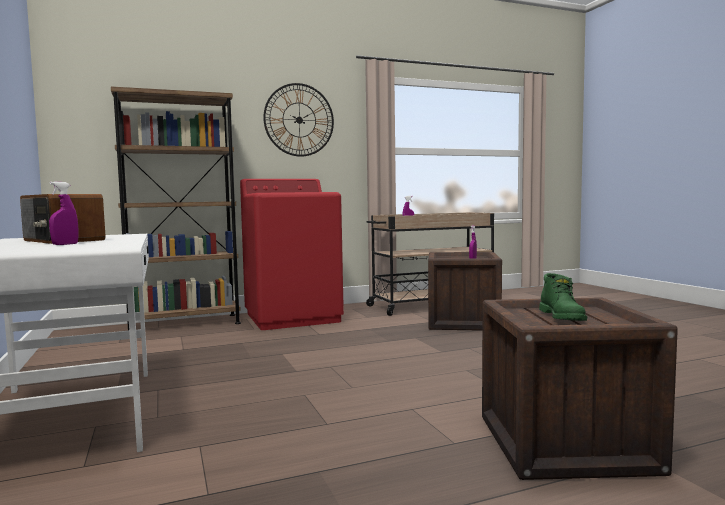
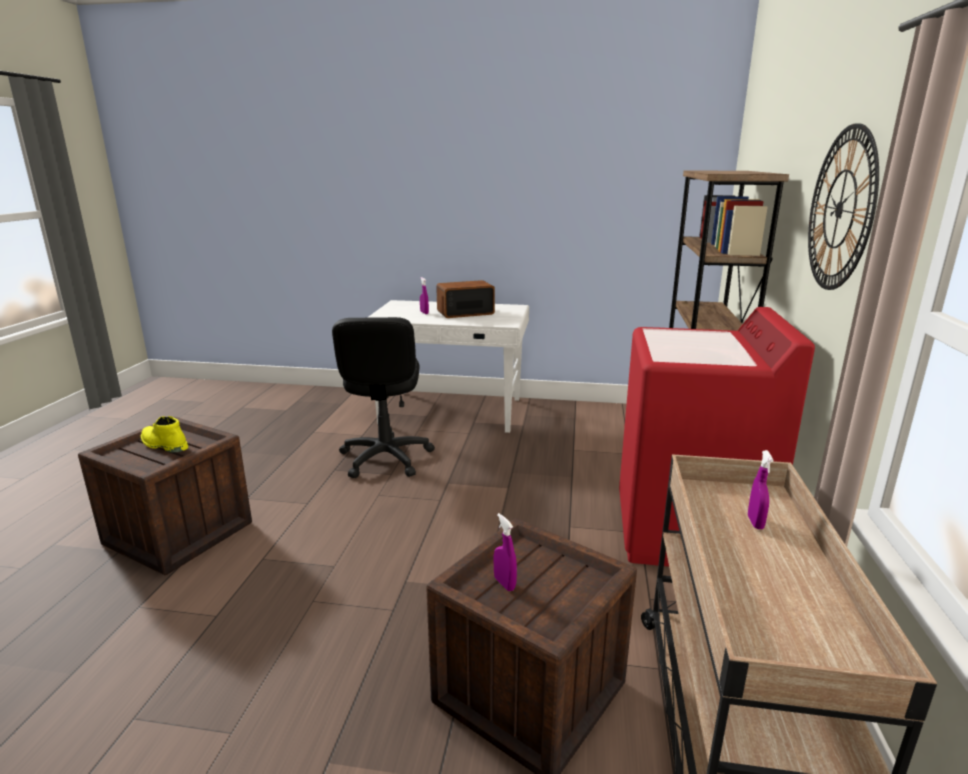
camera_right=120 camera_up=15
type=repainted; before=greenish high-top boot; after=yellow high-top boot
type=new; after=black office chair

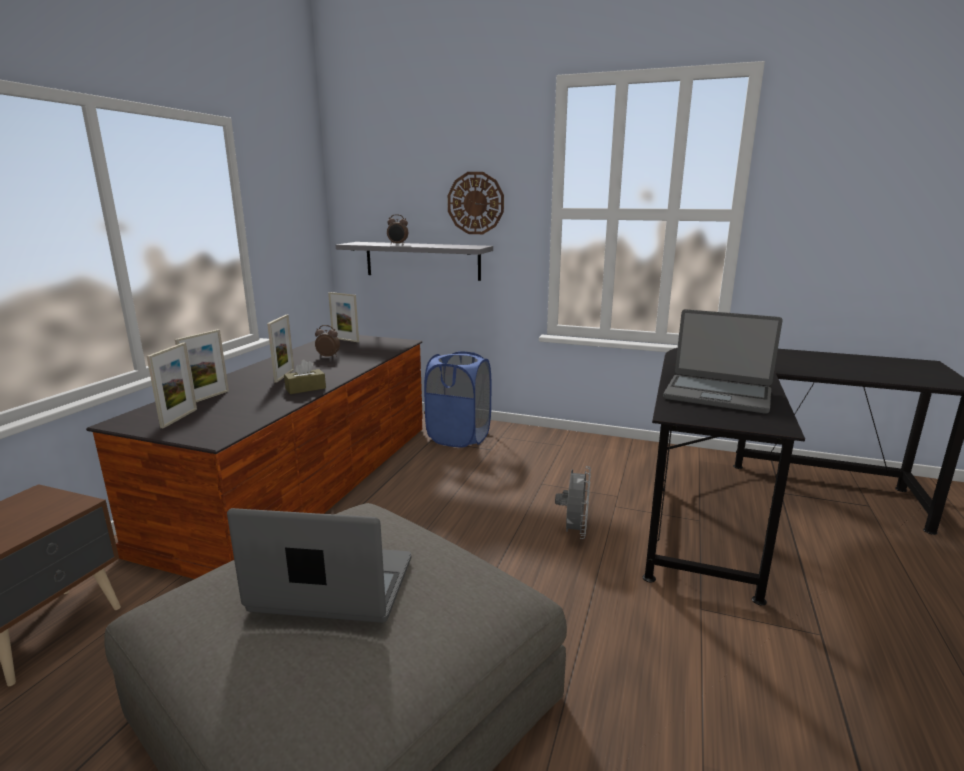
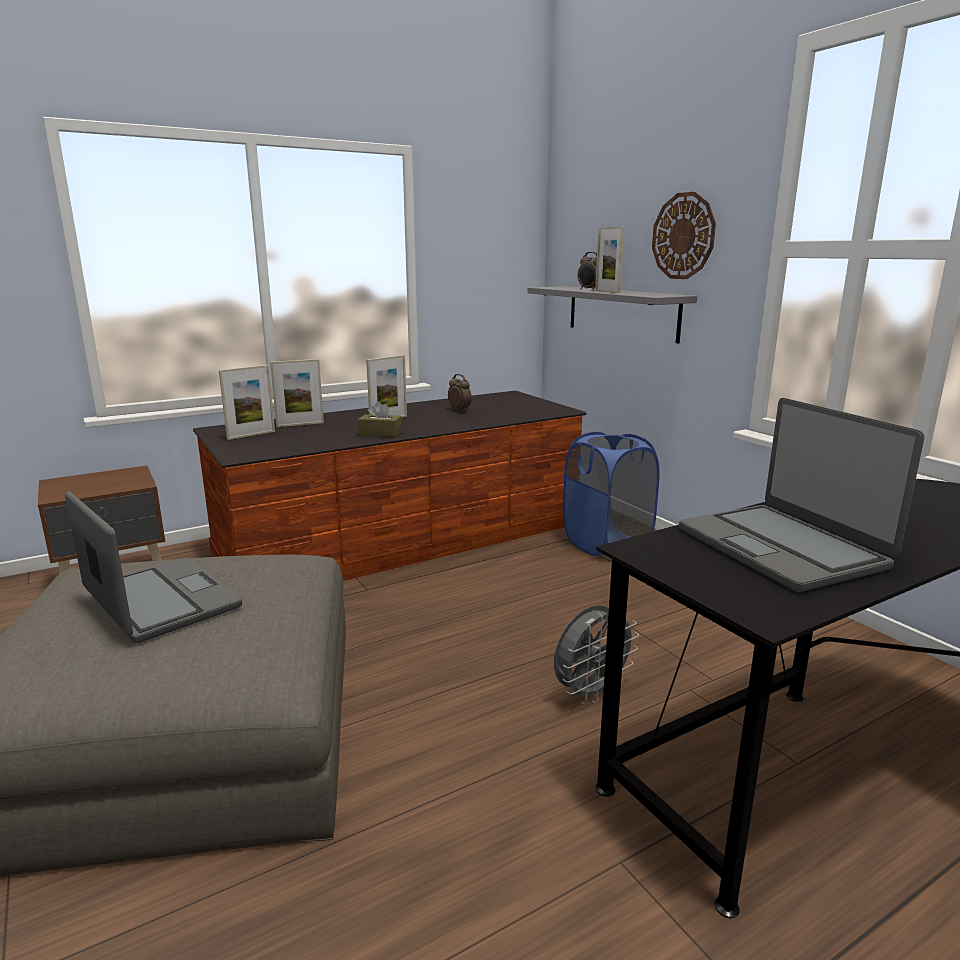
camera_right=40 camera_up=0
type=shifted; before=picture frame (no. 4 from left)

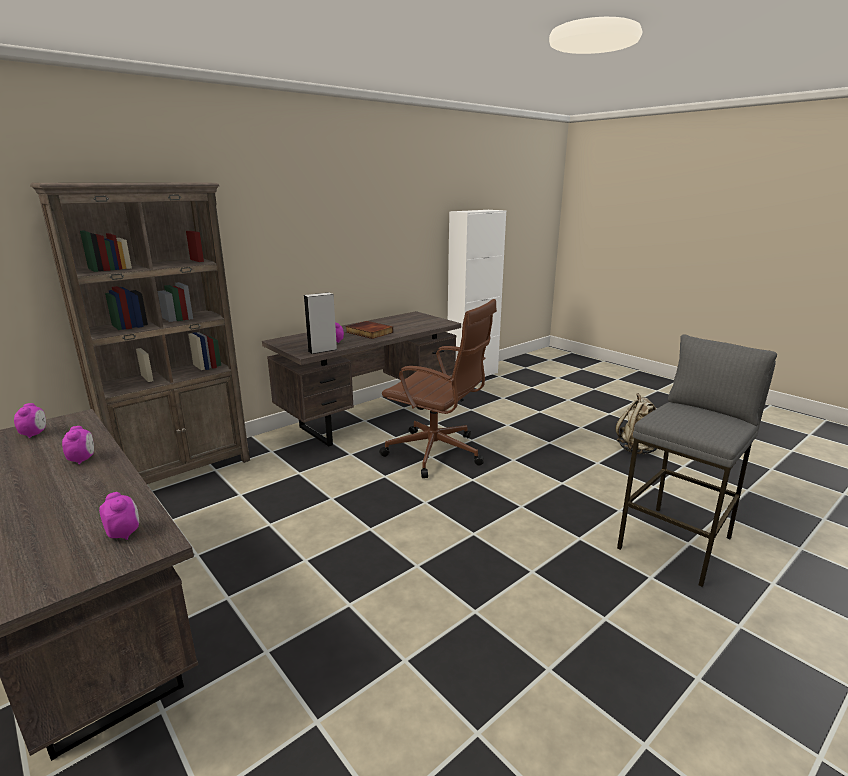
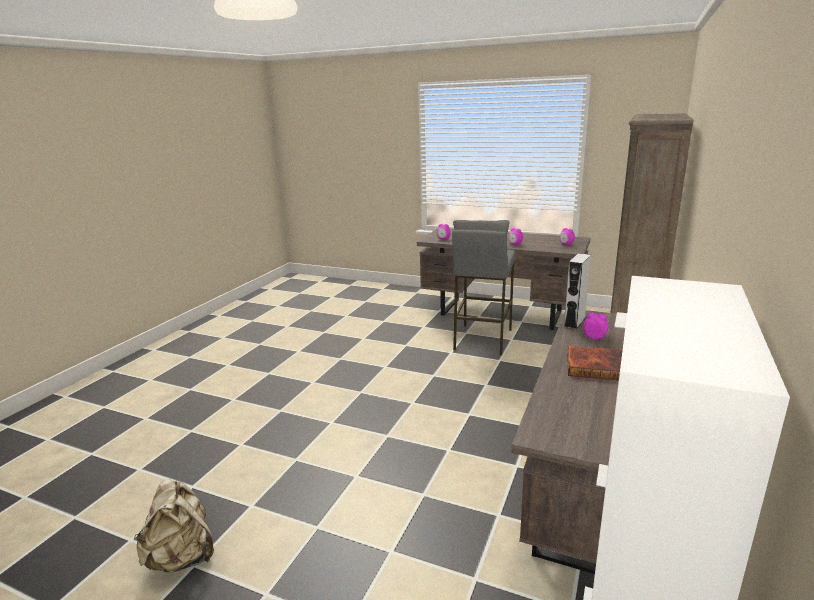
camera_right=155 camera_up=0
type=shifted; before=gray stool
type=gone; before=brownish office chair

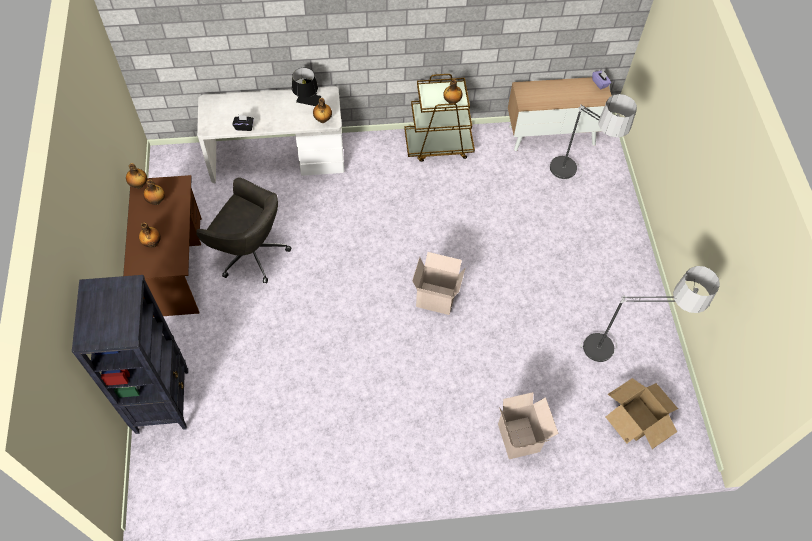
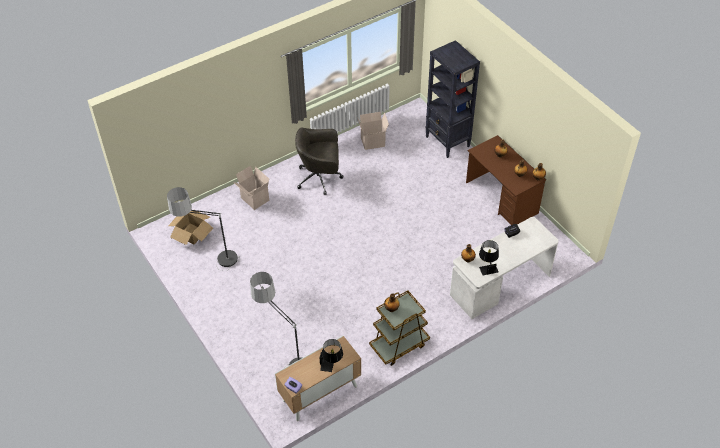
camera_right=155 camera_up=-10
type=shifted; before=gray office chair
type=new; after=black lamp for a table (no. 1 from left)
type=shifted; before=cardboard box (no. 1 from left in the first image); after=cardboard box (no. 3 from left)

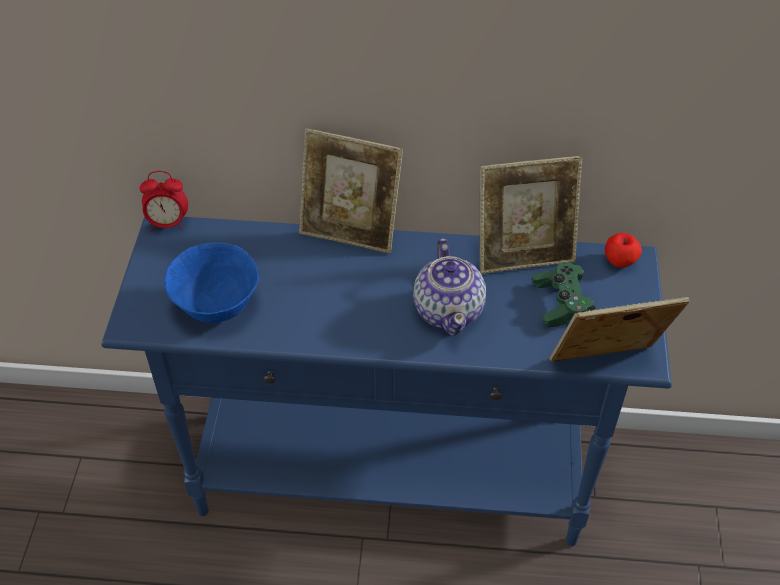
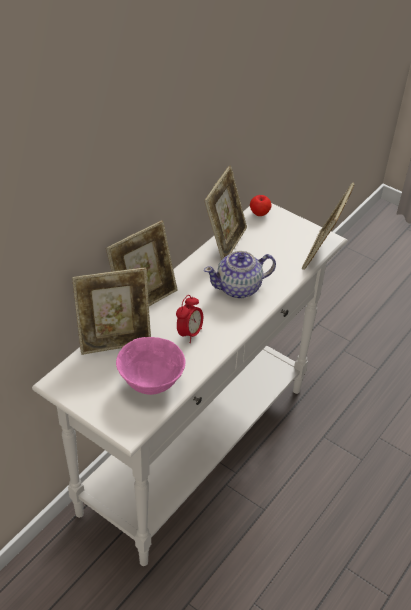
camera_right=-60 camera_up=-5
type=repainted; before=blue-coloured narrow table; after=white-coloured narrow table
type=new; after=picture frame (no. 1 from left)
type=repainted; before=blue-coloured bowl; after=pink bowl
type=shifted; before=table clock
type=rotated; before=tea pot; turn=135
type=gone; before=greenish gamepad

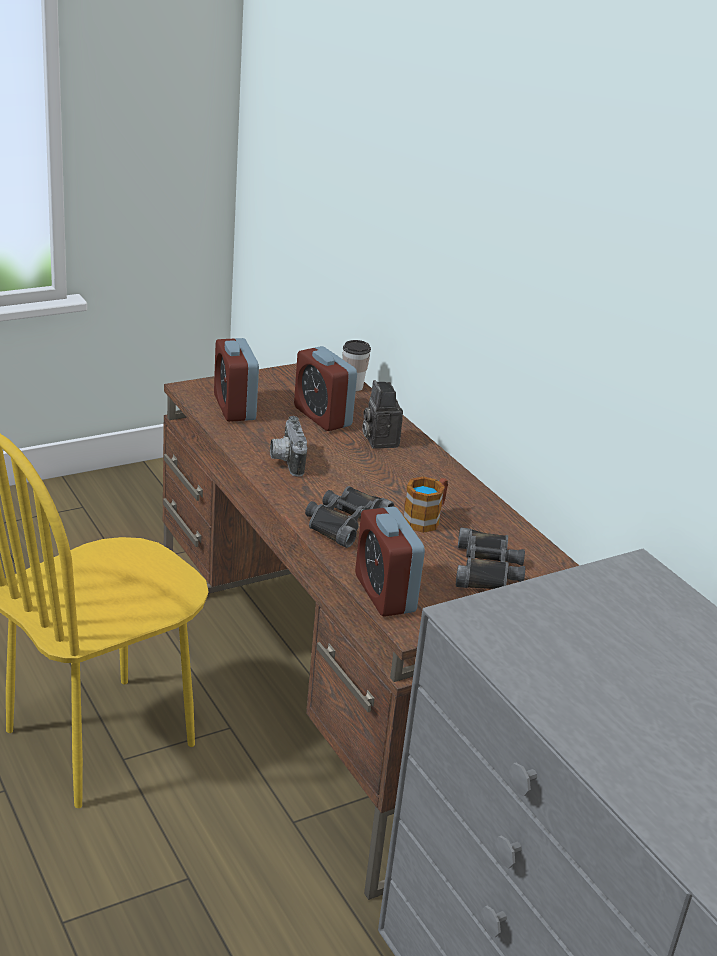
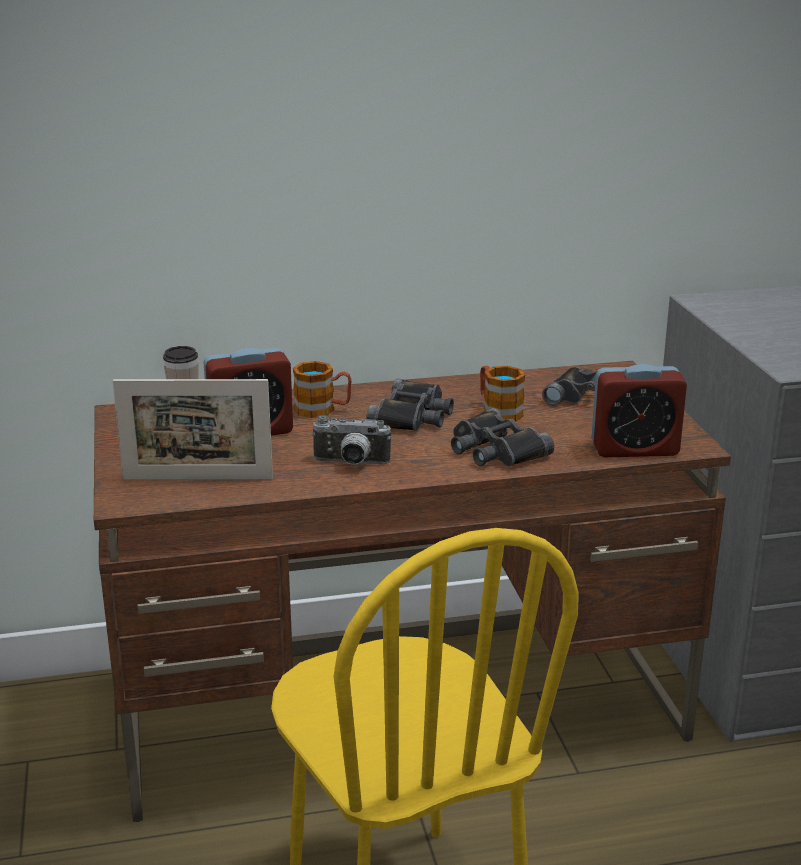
camera_right=-70 camera_up=-5
type=swapped; before=table clock (no. 1 from left); after=picture frame
type=swapped; before=still camera (no. 2 from left); after=coffee mug (no. 1 from left)
type=new; after=black field glasses (no. 1 from left)

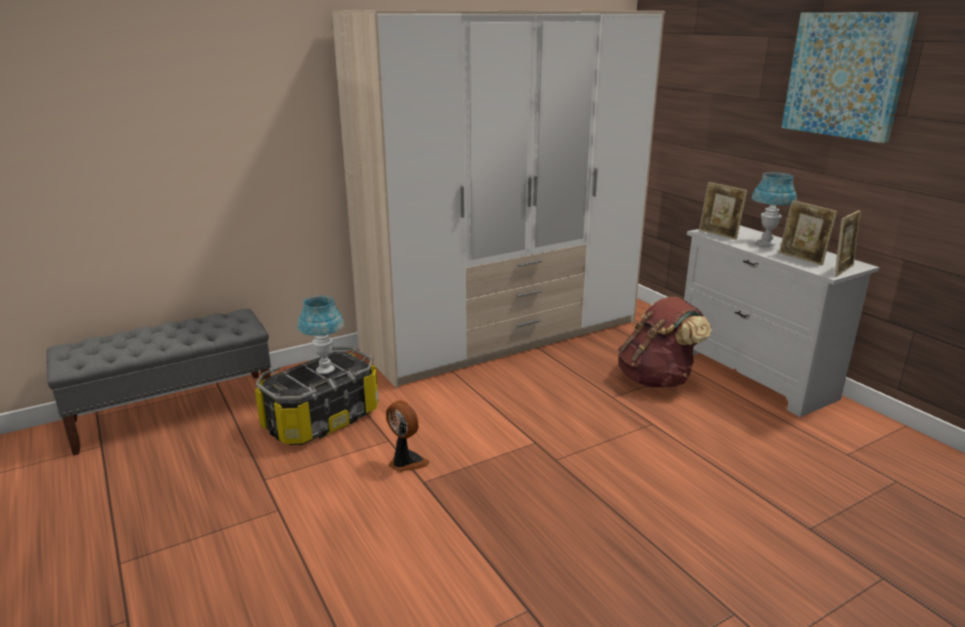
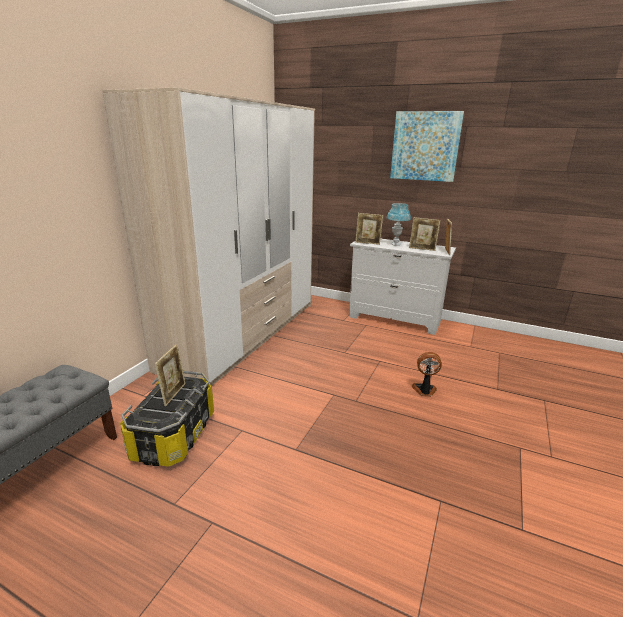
camera_right=-35 camera_up=0
type=swapped; before=blue-coloured lamp for a table (no. 1 from left); after=picture frame (no. 1 from left)
type=shifted; before=cooling fan
type=gone; before=brownish rucksack

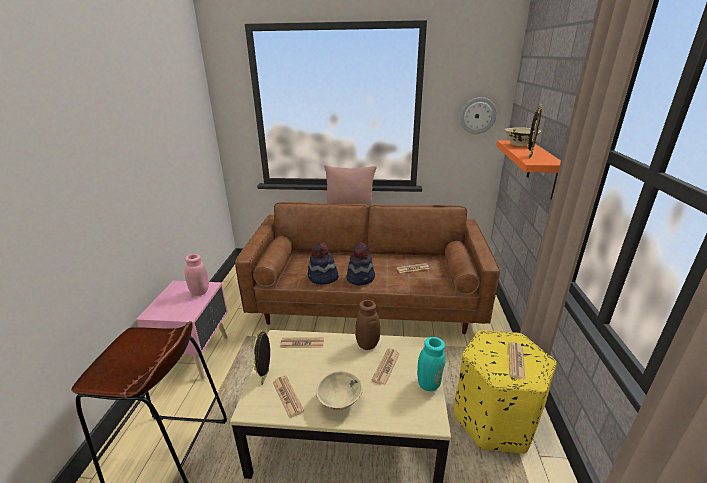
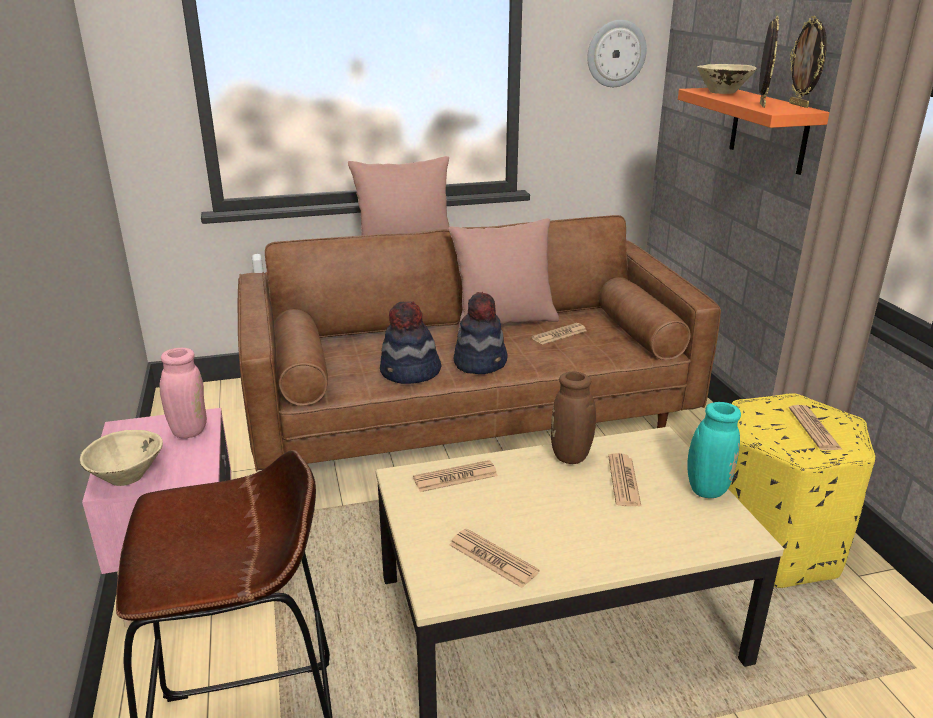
camera_right=-20 camera_up=0
type=shifted; before=beige bowl (no. 1 from left)
type=new; after=pink pillow (no. 2 from left)
type=shifted; before=picture frame (no. 1 from left in the first image); after=picture frame (no. 2 from left)

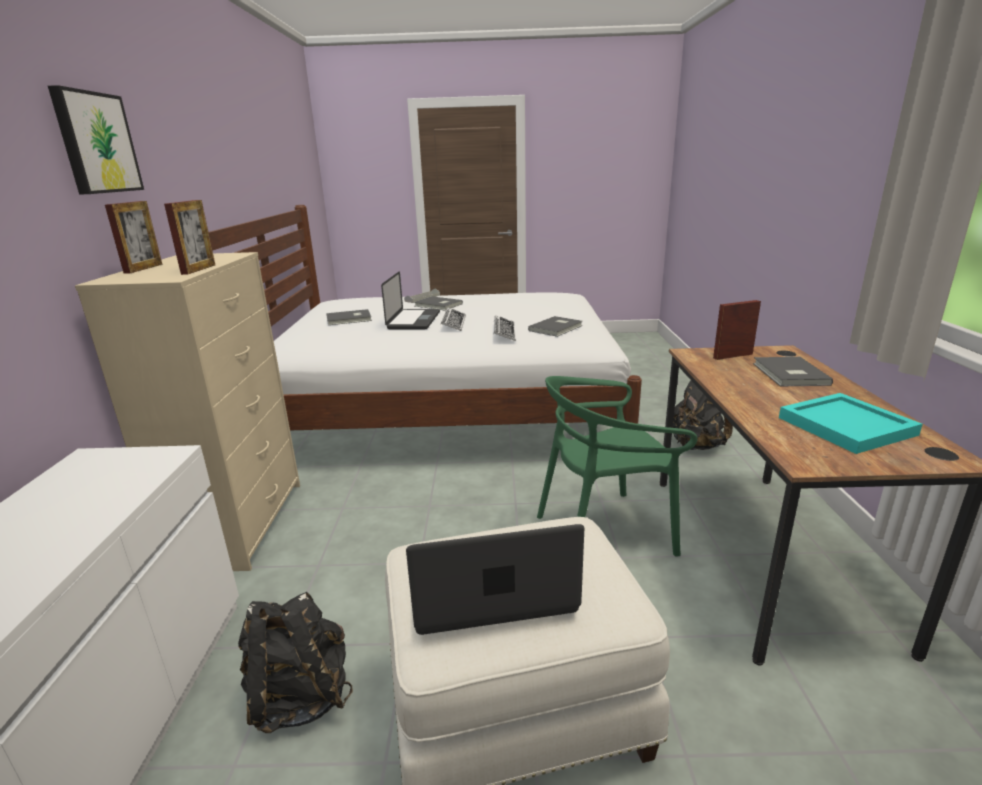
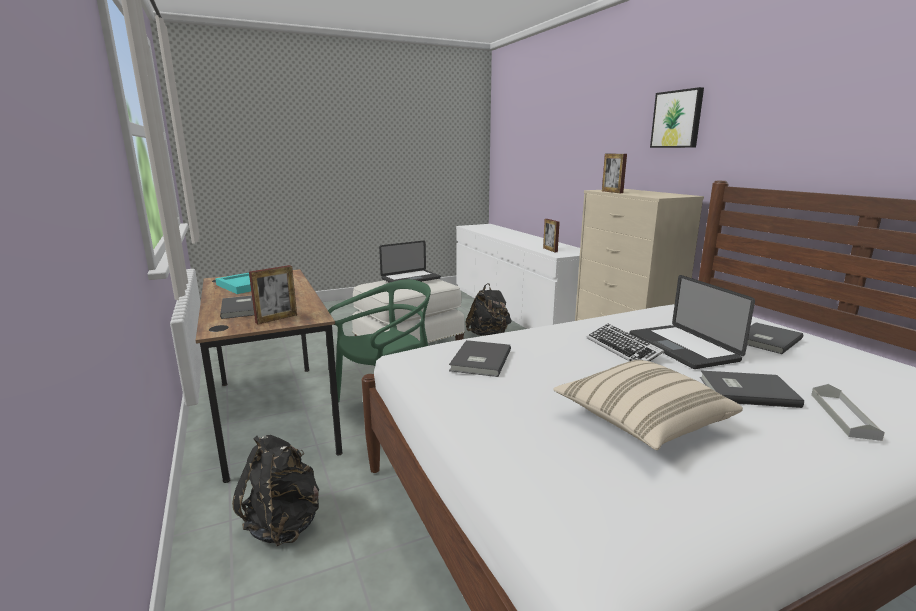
camera_right=155 camera_up=-5
type=shifted; before=picture frame (no. 1 from left in the first image); after=picture frame (no. 2 from left)
type=new; after=beige pillow
type=gone; before=PC keyboard (no. 2 from left)

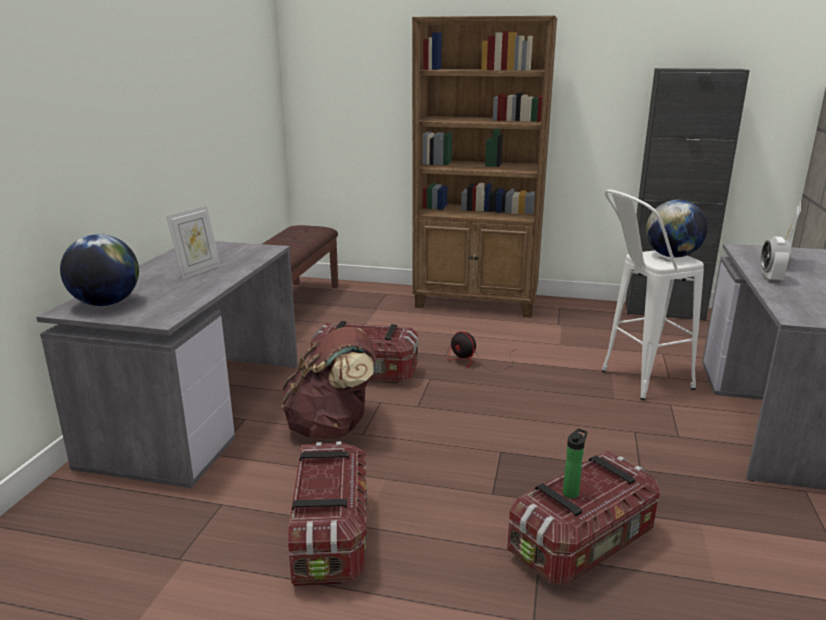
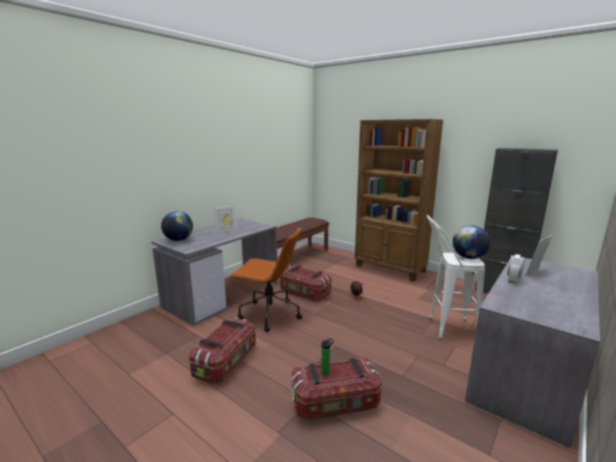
camera_right=25 camera_up=-5
type=swapped; before=brownish rucksack; after=brownish office chair

